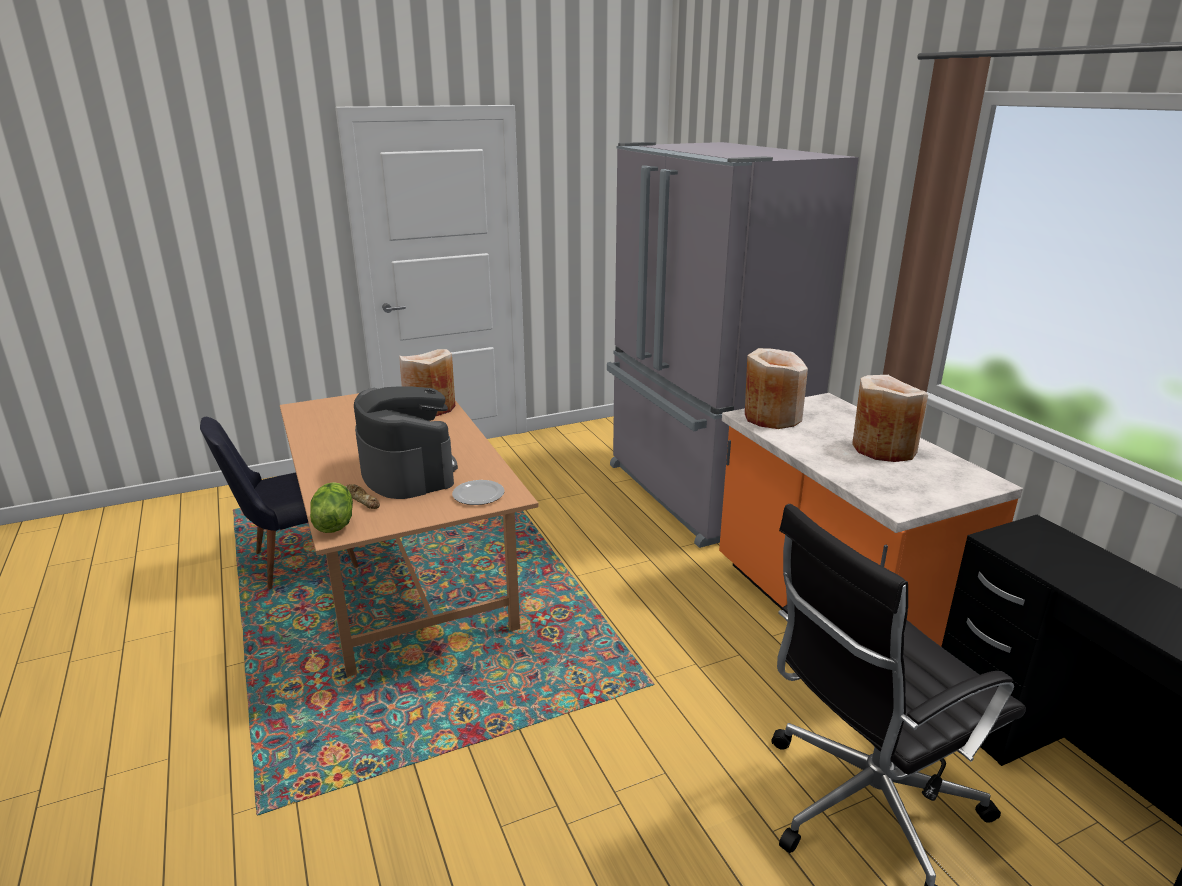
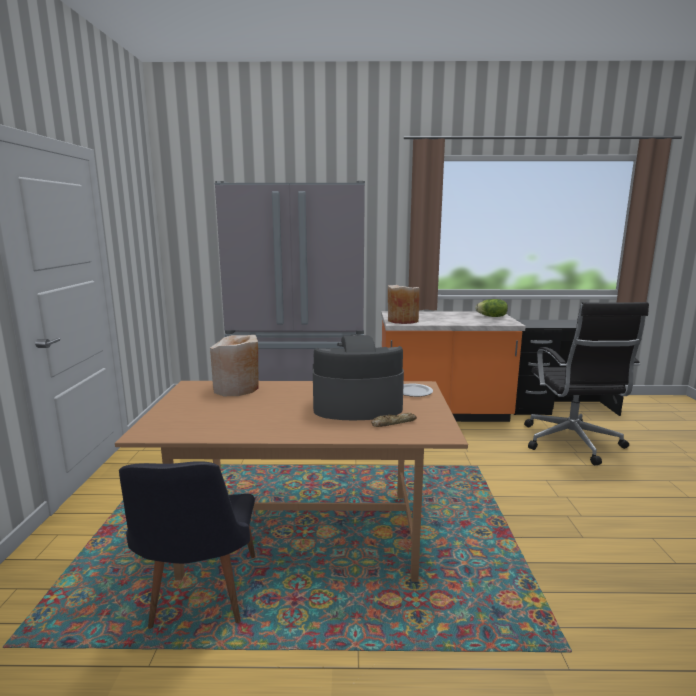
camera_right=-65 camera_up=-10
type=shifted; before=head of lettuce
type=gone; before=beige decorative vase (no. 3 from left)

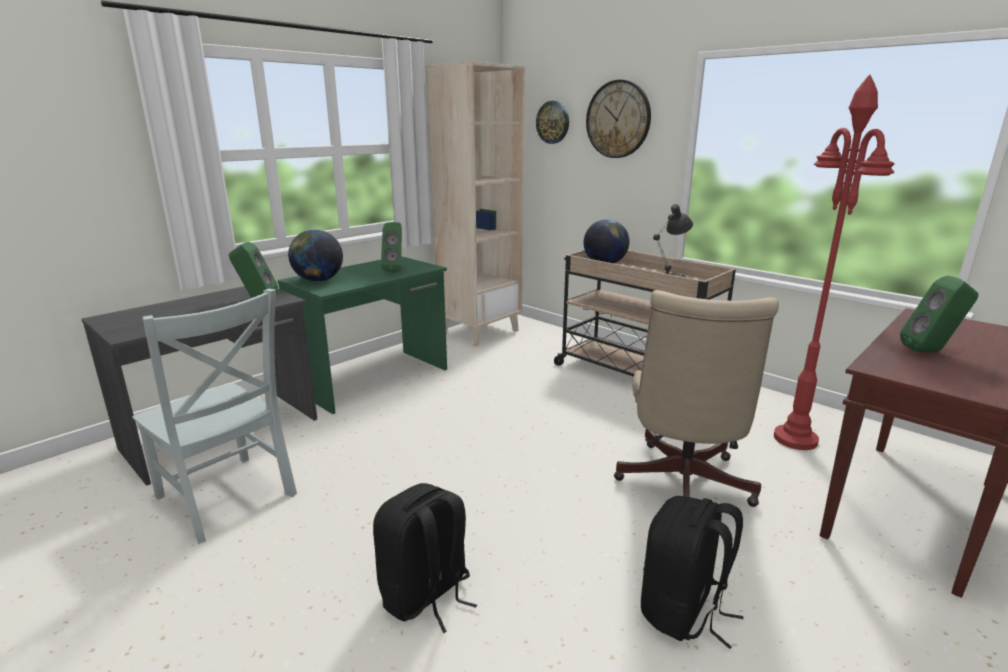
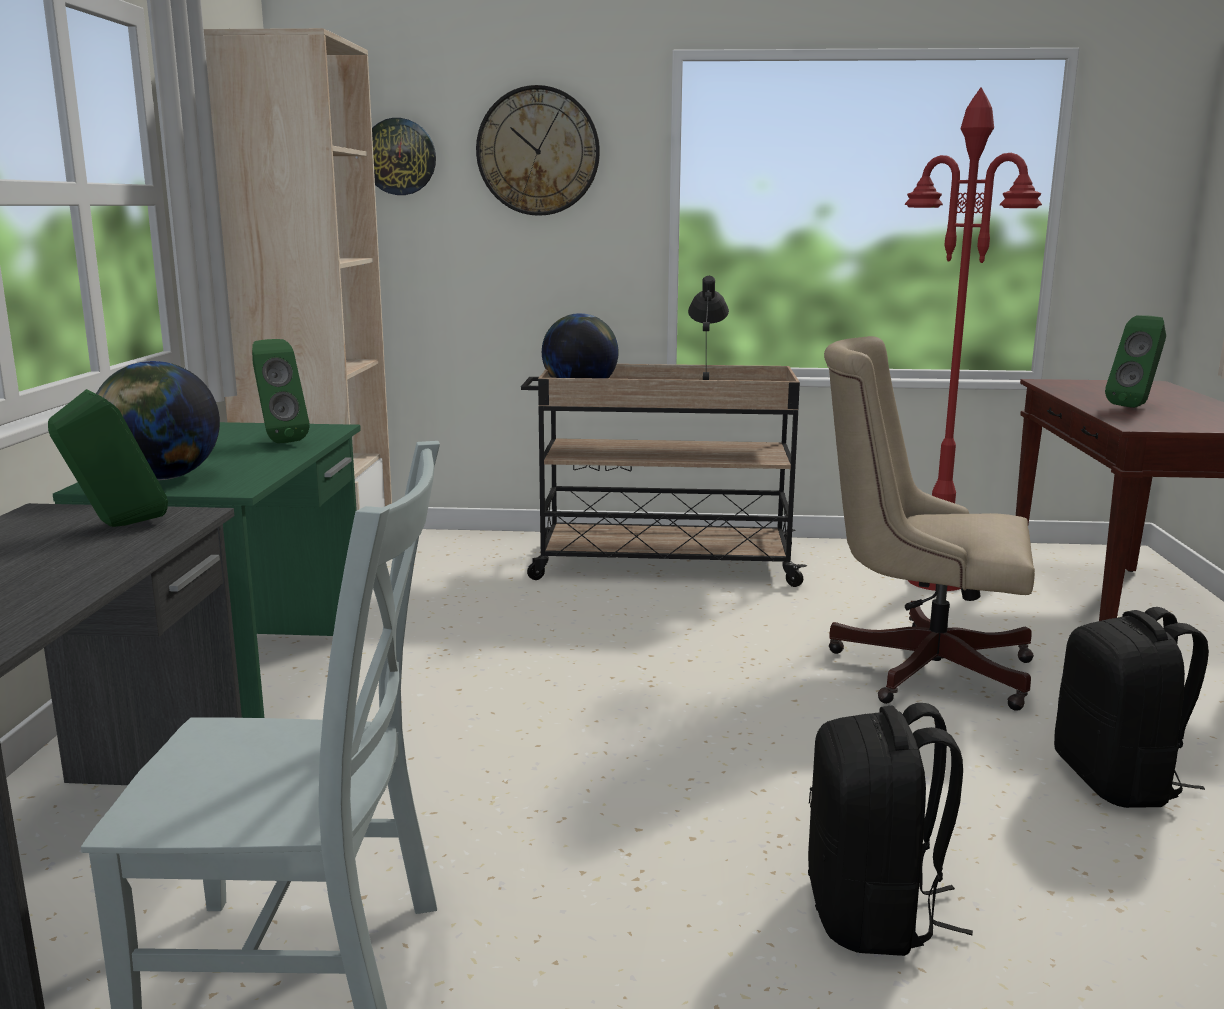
camera_right=-40 camera_up=-5
type=rotated; before=beige office chair; turn=135

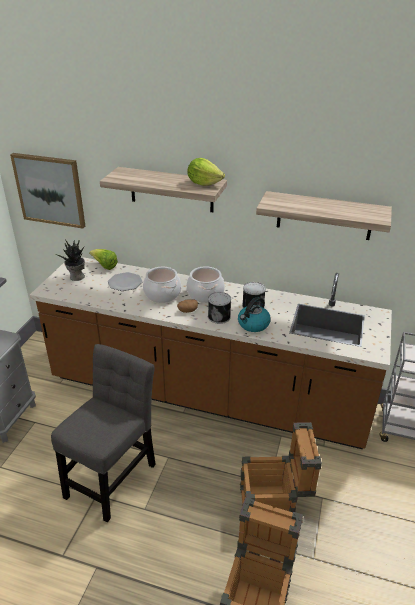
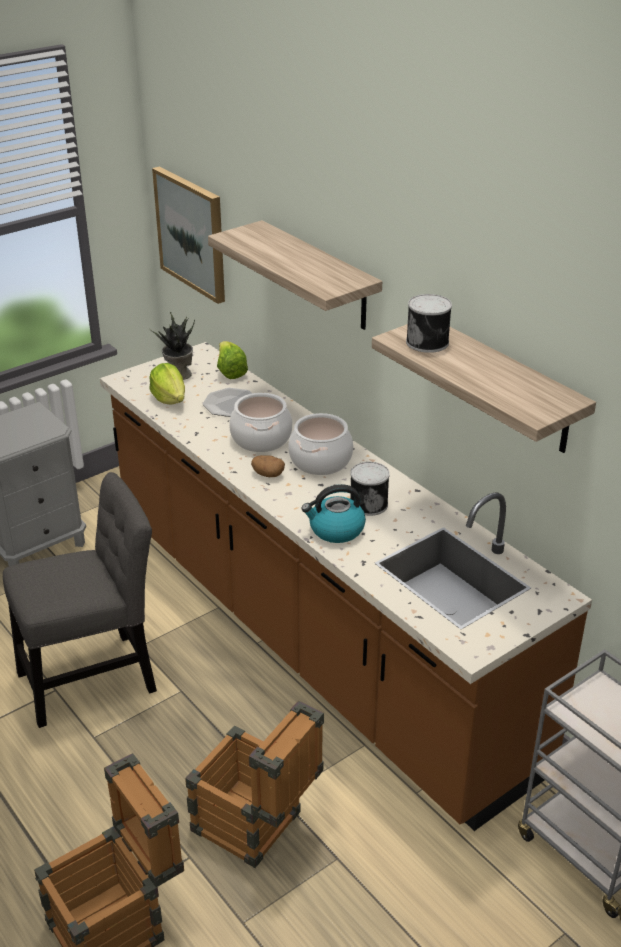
camera_right=35 camera_up=0
type=shifted; before=head of lettuce (no. 2 from left in the first image); after=head of lettuce (no. 1 from left)
type=shifted; before=can (no. 1 from left in the first image); after=can (no. 2 from left)

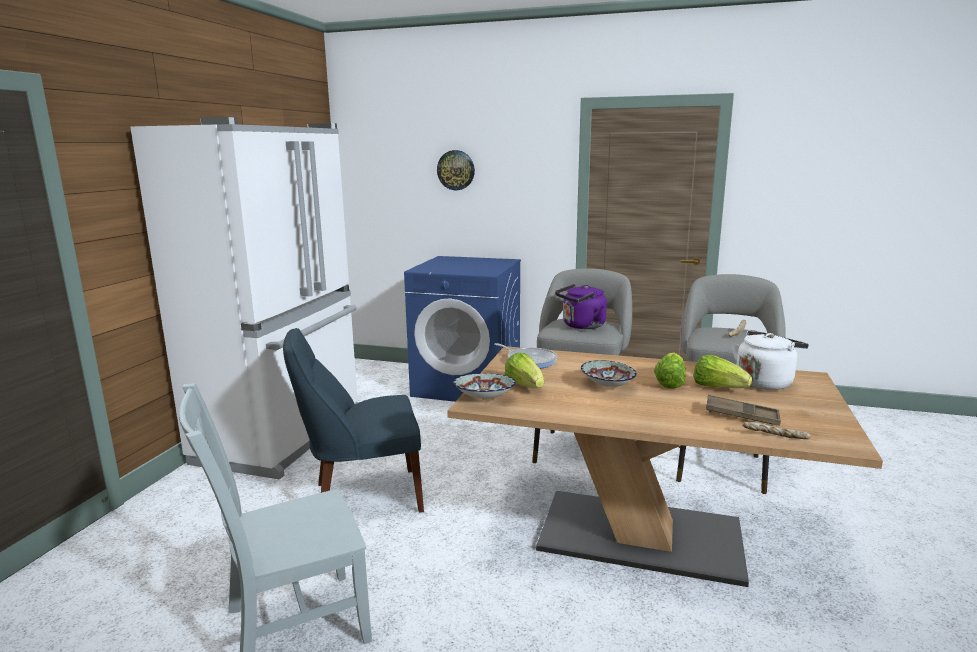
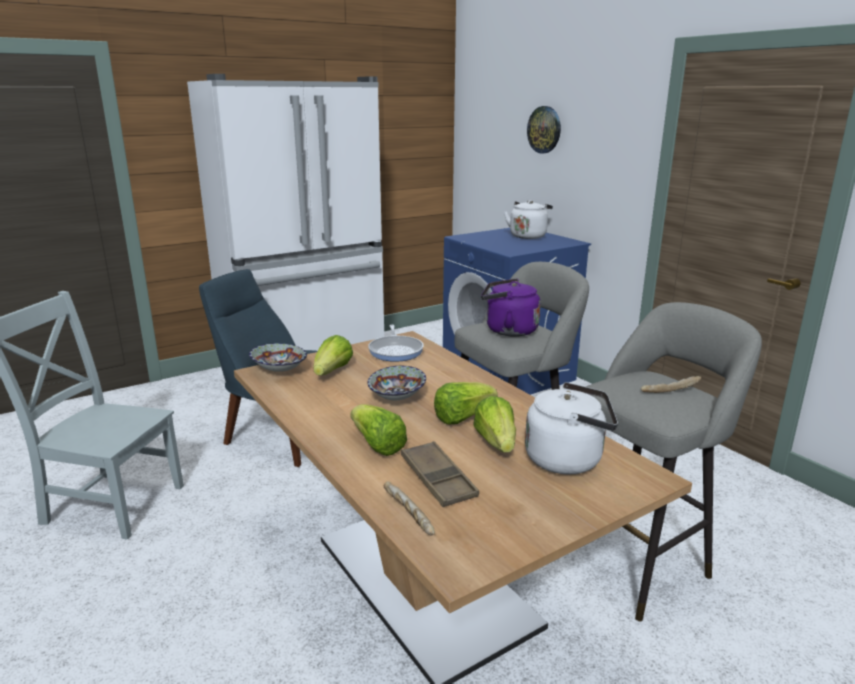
camera_right=40 camera_up=5
type=new; after=head of lettuce (no. 2 from left)
type=new; after=white-coloured kettle (no. 1 from left)

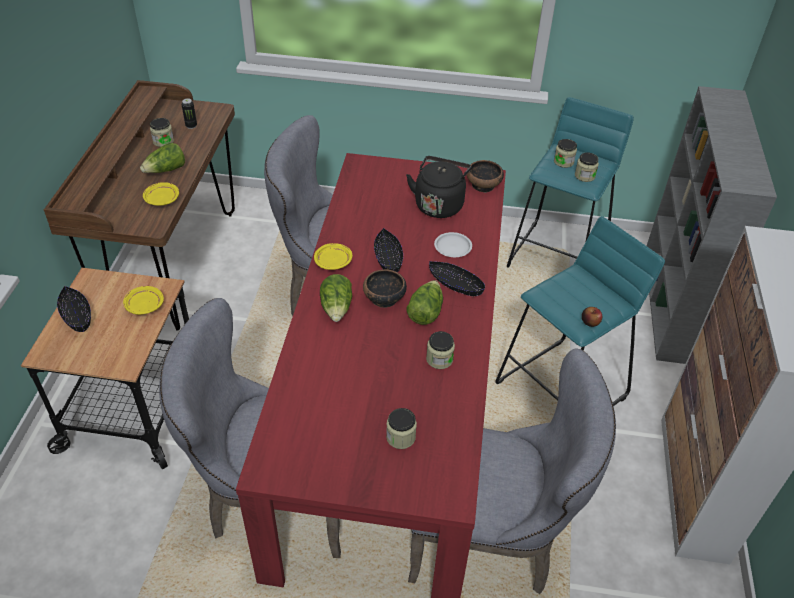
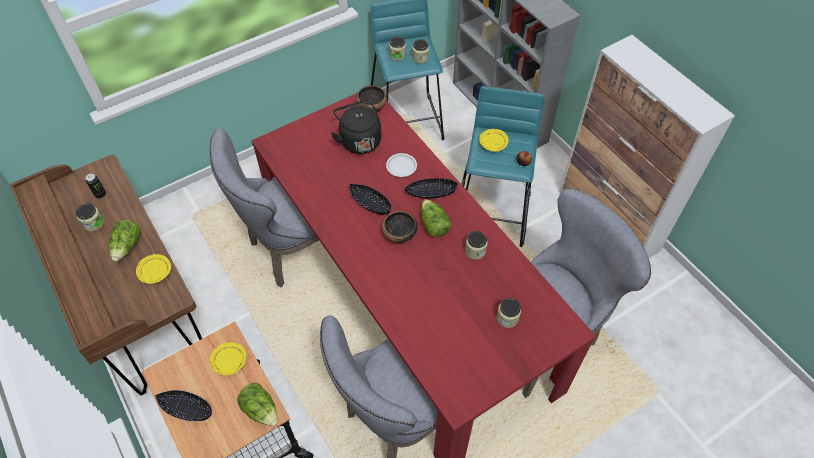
camera_right=-40 camera_up=10
type=shifted; before=head of lettuce (no. 2 from left)
type=shifted; before=yellow plate (no. 3 from left)

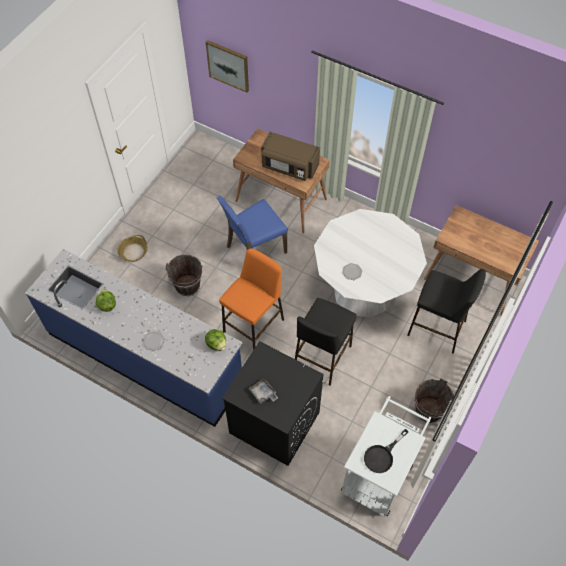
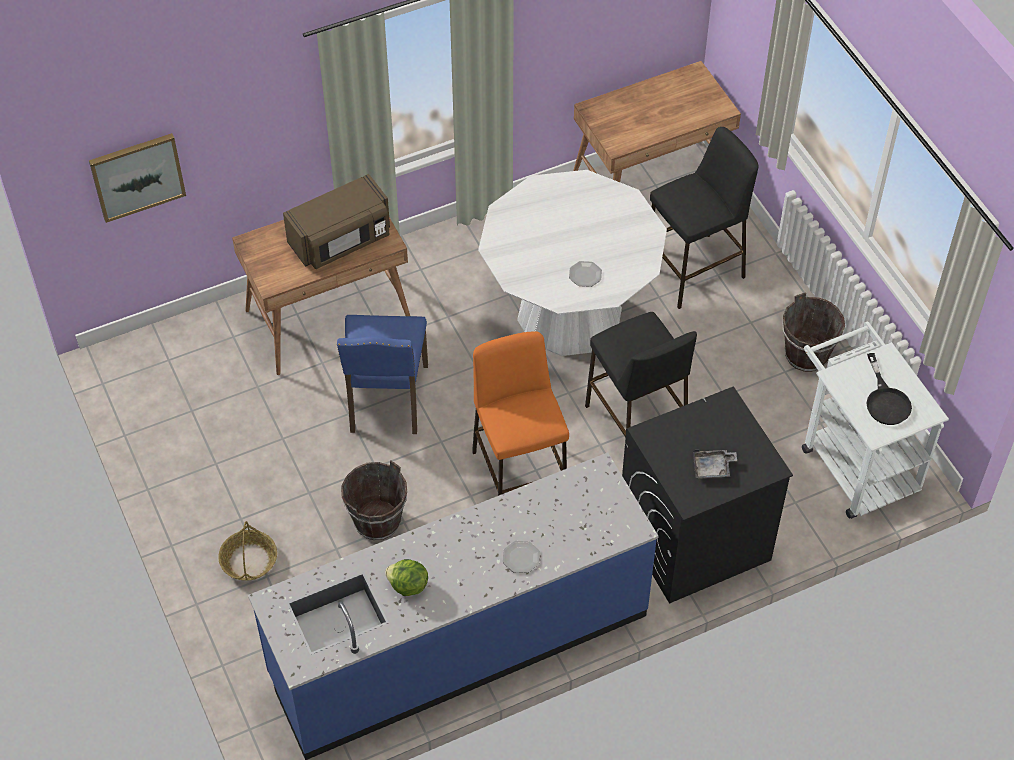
camera_right=-55 camera_up=-5
type=gone; before=head of lettuce (no. 2 from left)

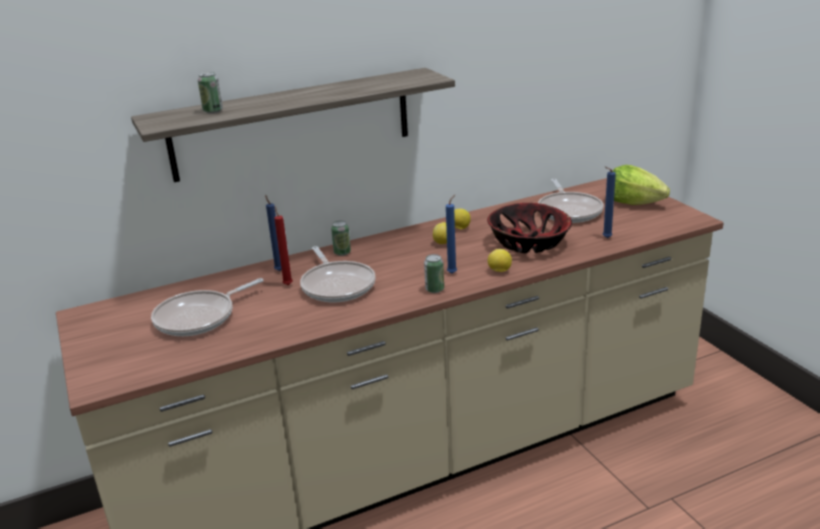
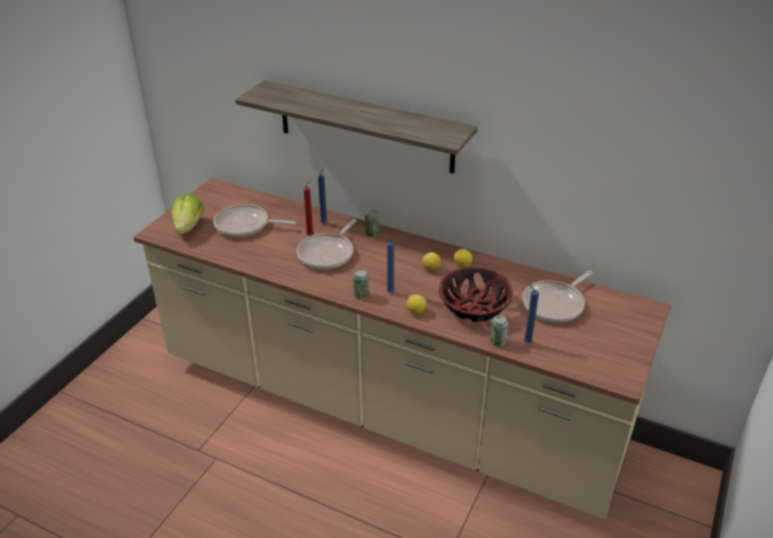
camera_right=50 camera_up=10
type=shifted; before=head of lettuce
type=shifted; before=can (no. 1 from left in the first image); after=can (no. 3 from left)

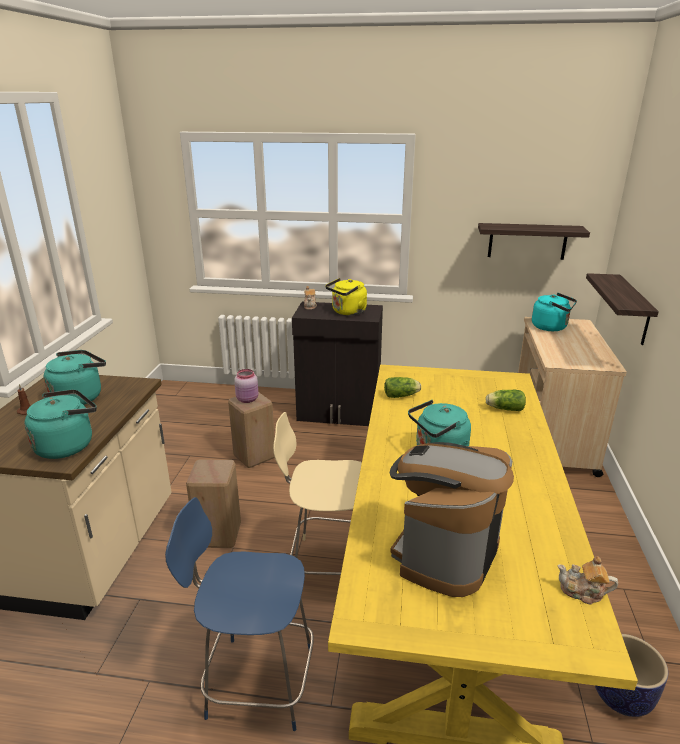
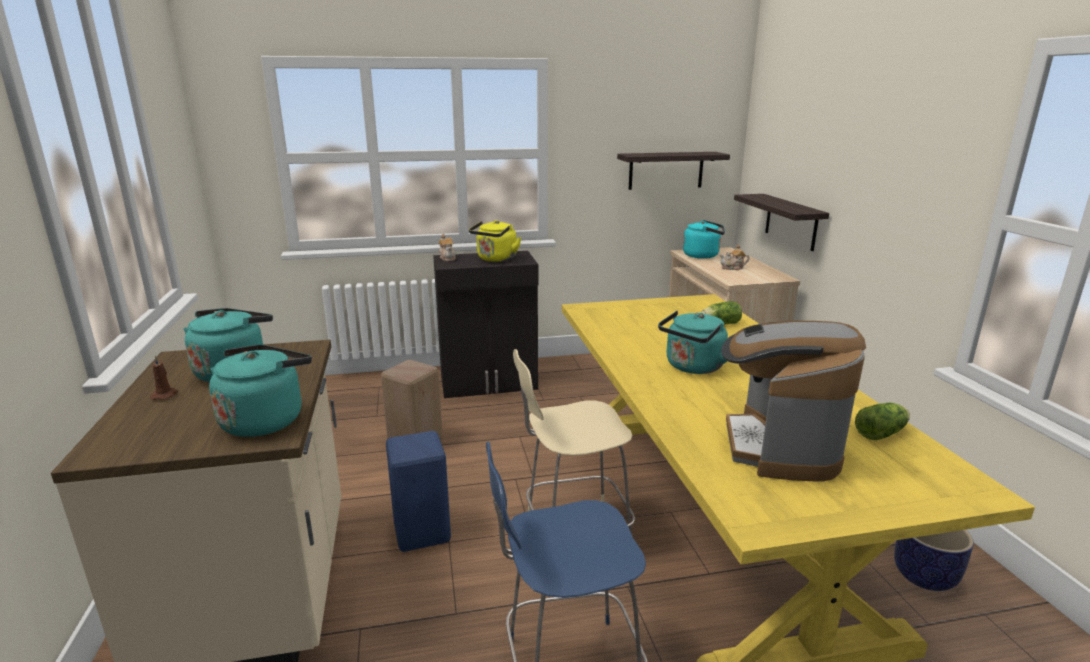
camera_right=-20 camera_up=-5
type=repainted; before=beige stool (no. 1 from left); after=blue-coloured stool
type=shifted; before=tea pot (no. 2 from left)
type=shifted; before=head of lettuce (no. 1 from left in the first image); after=head of lettuce (no. 2 from left)
type=gone; before=pink jar

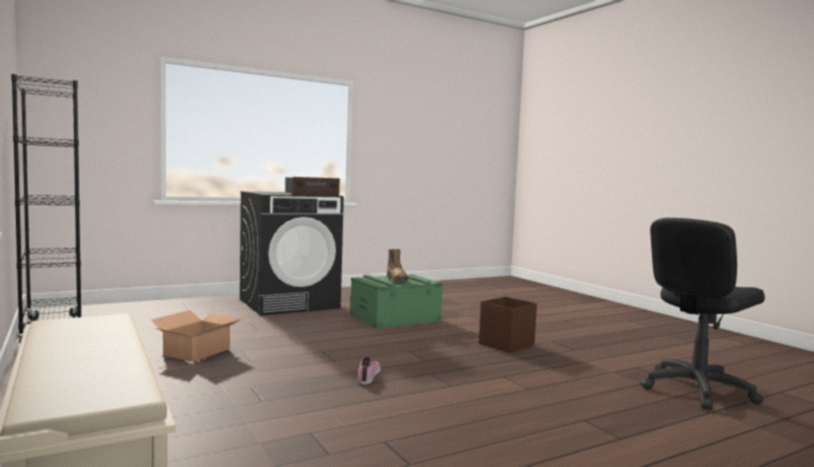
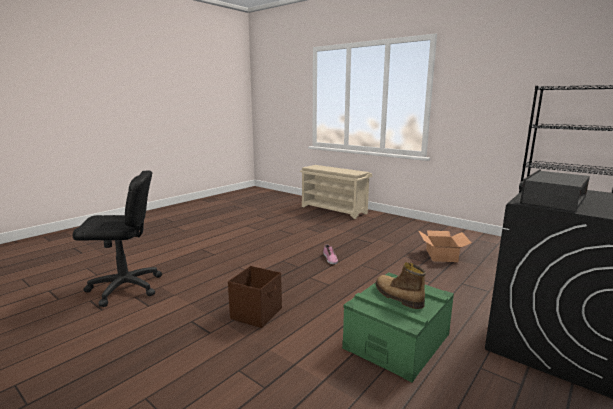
camera_right=160 camera_up=10
type=rotated; before=black office chair; turn=45

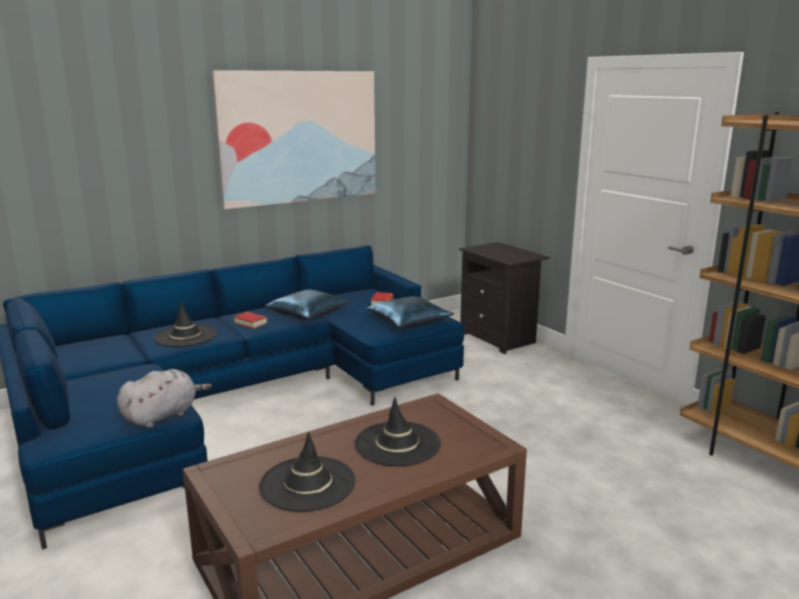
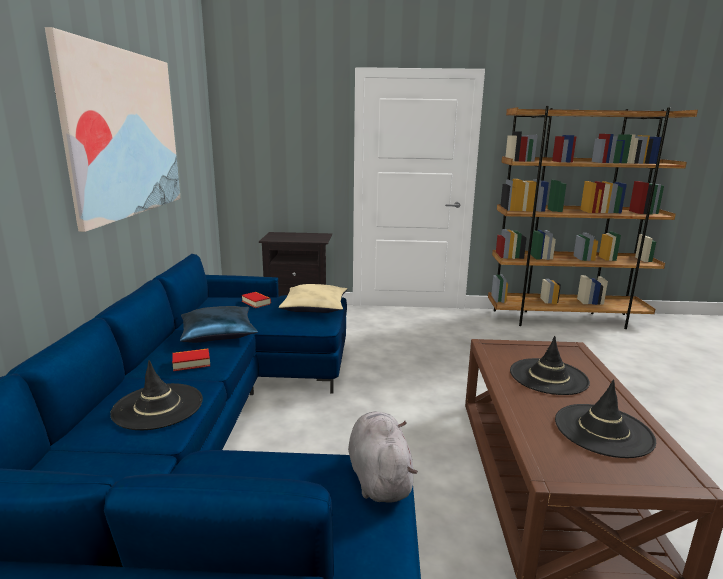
camera_right=-55 camera_up=0
type=repainted; before=blue-coloured pillow (no. 2 from left); after=beige pillow

